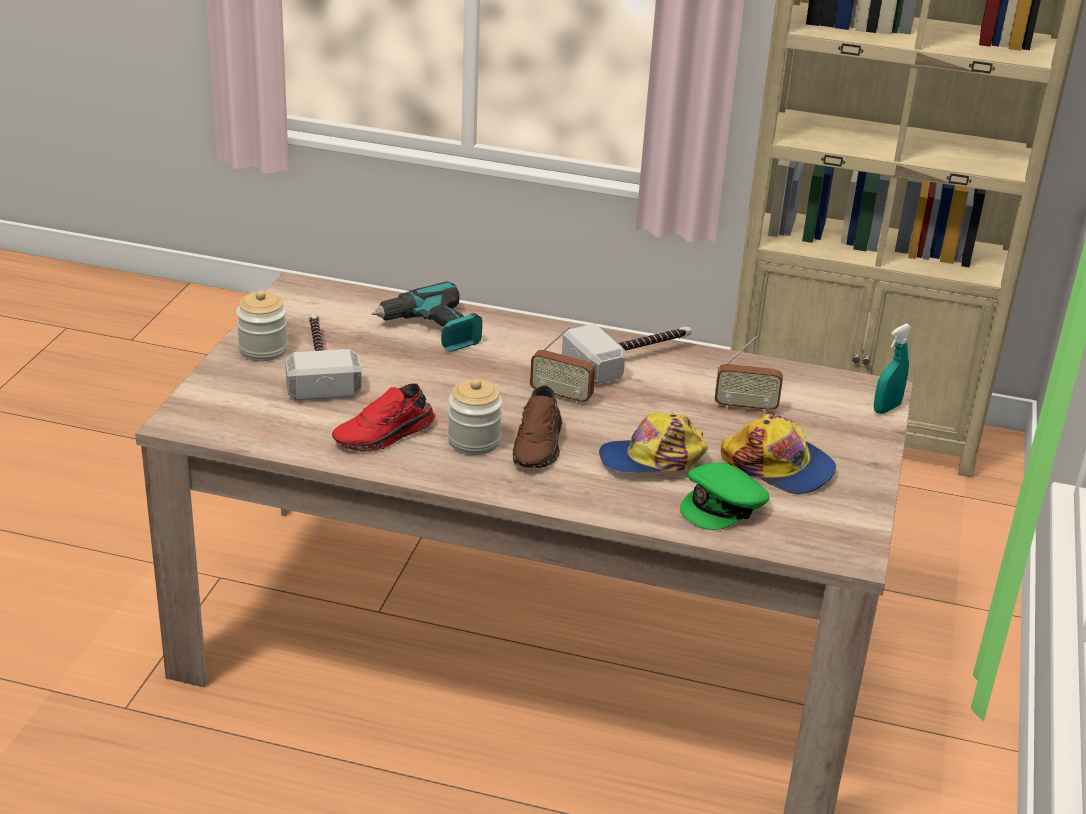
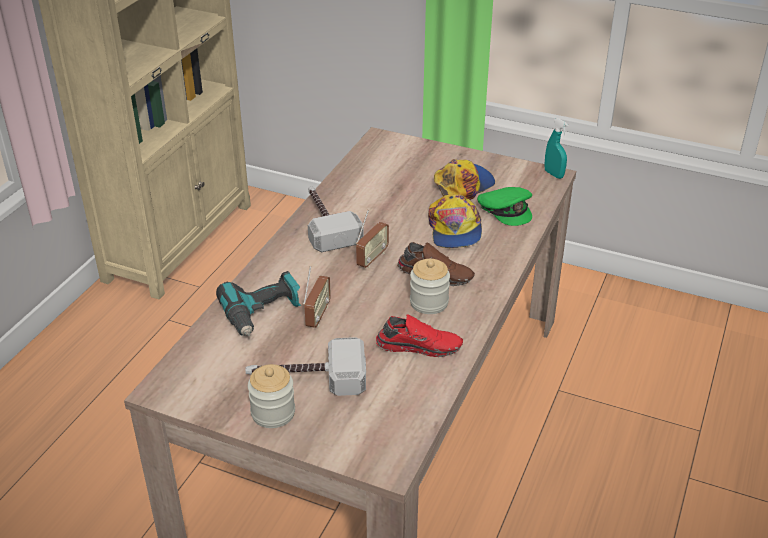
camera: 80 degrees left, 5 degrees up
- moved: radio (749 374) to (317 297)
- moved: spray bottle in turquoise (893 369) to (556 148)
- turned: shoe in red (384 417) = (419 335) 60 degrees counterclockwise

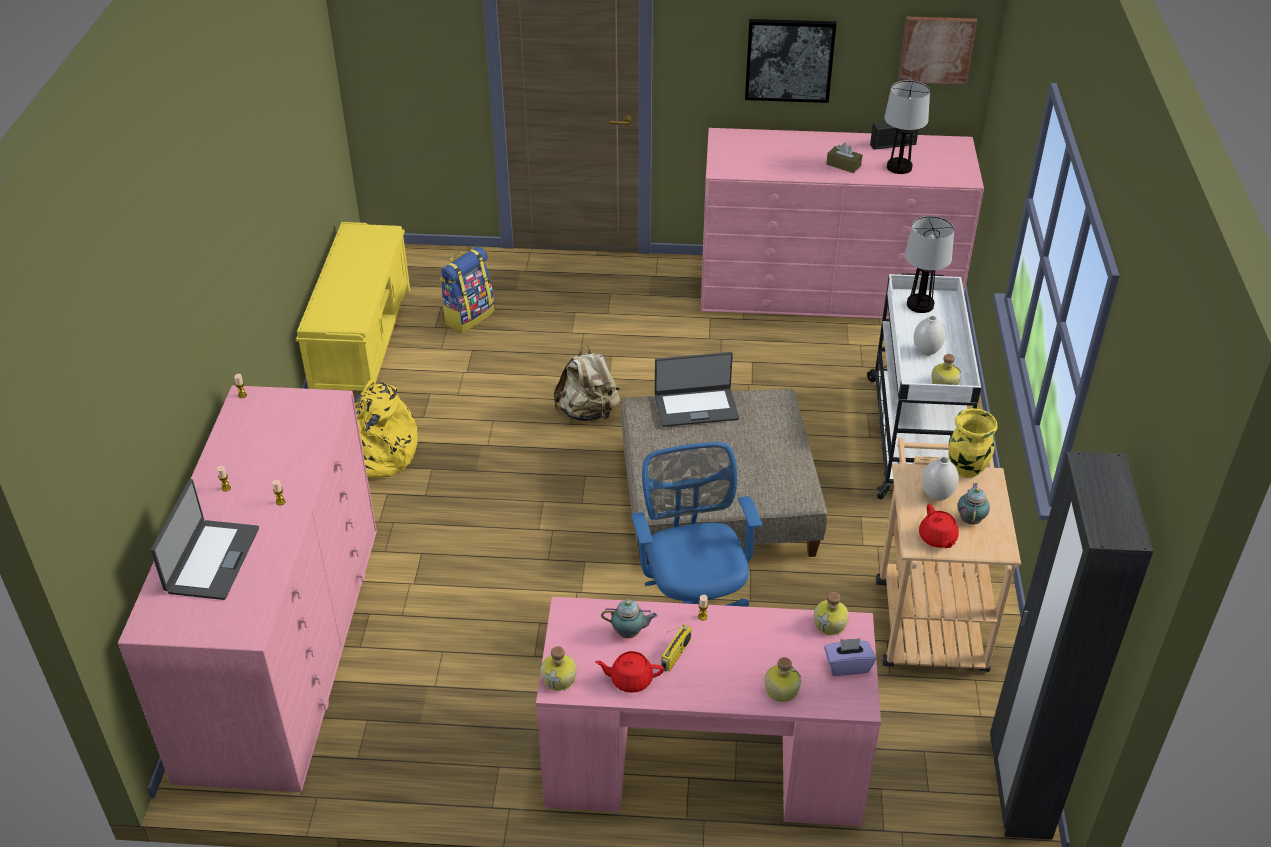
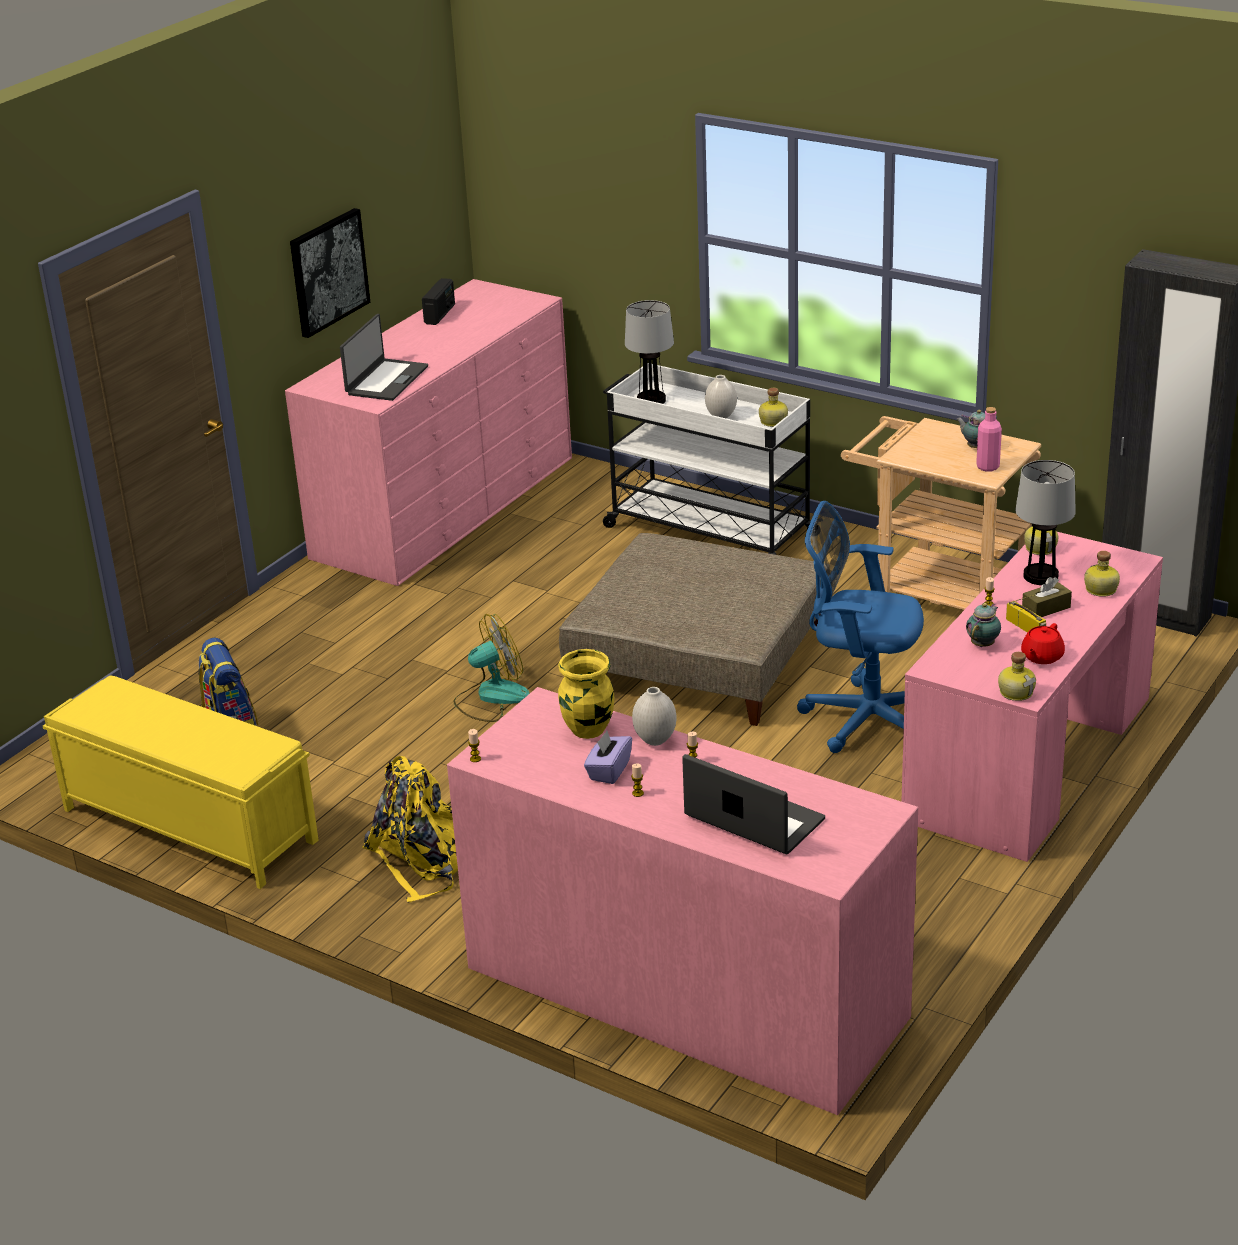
camera: 60 degrees left, 10 degrees down
- removed: picture (937 51)
- moved: laptop (697 389) to (384 357)
- moved: tissue box in purple (850 657) to (608 757)
- moved: tissue box in brown (844 158) to (1047 597)
- moved: table lamp (907 127) to (1045 522)
- moved: vase in white (940 479) to (654 716)
- moved: vase in yellow (972 443) to (586 694)
- replaced: backpack in beige (587 383) to fan (491 668)
- replaced: teapot in red (939 526) to bottle in pink (989 439)

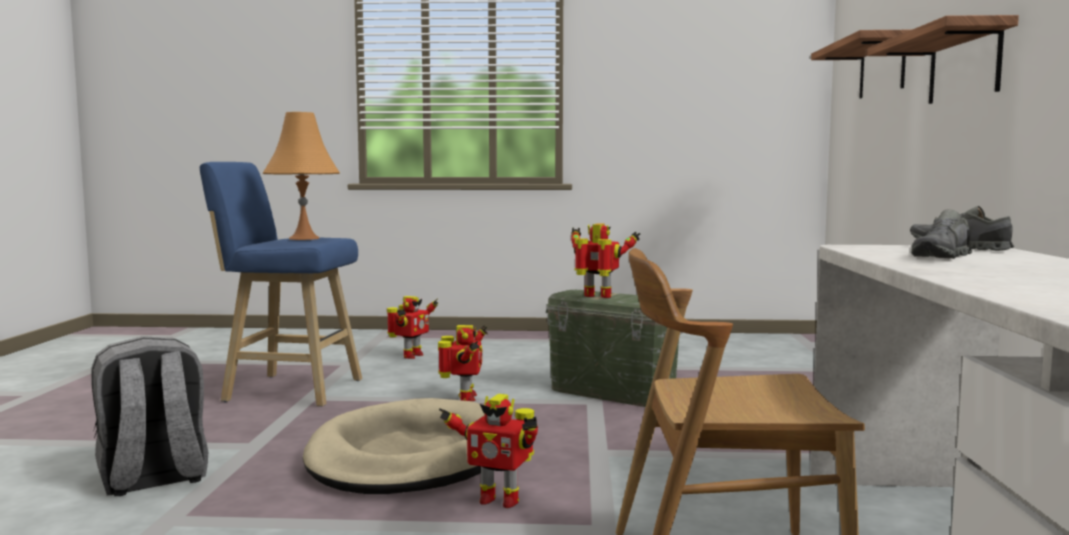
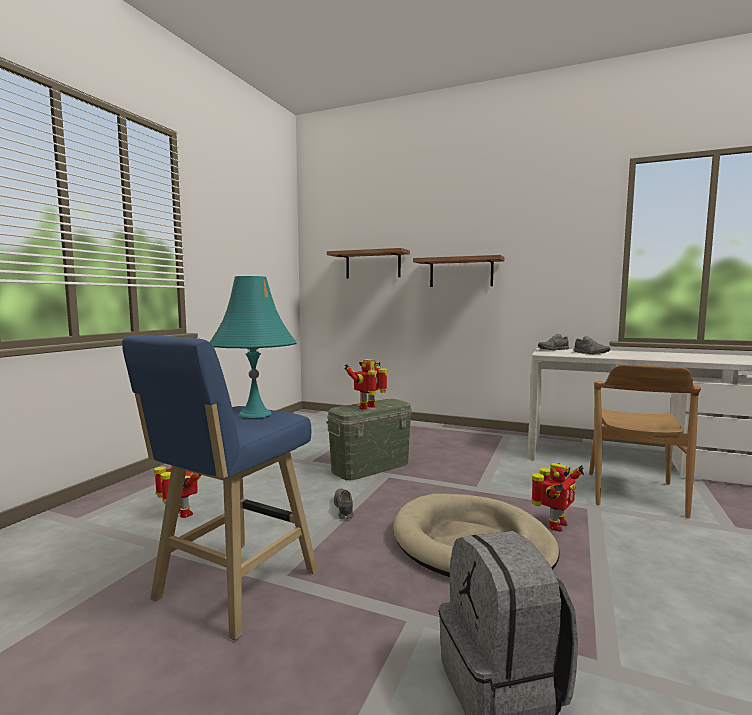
camera: 70 degrees left, 0 degrees up
- replaced: toy robot (463 363) to shoe in grey (344 504)
- recoloured: table lamp in orange (301 176) to table lamp in turquoise (253 347)

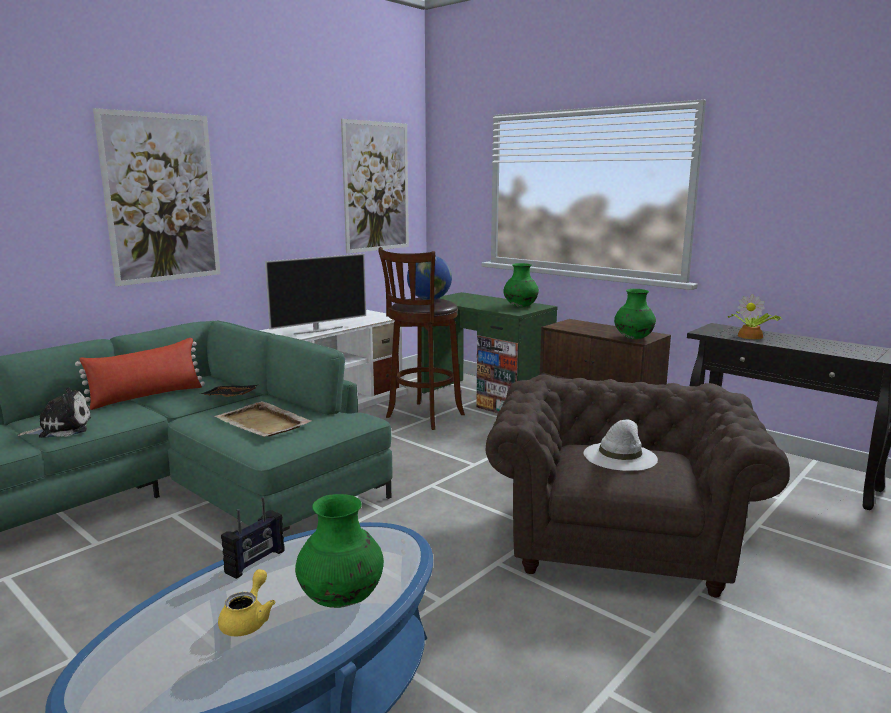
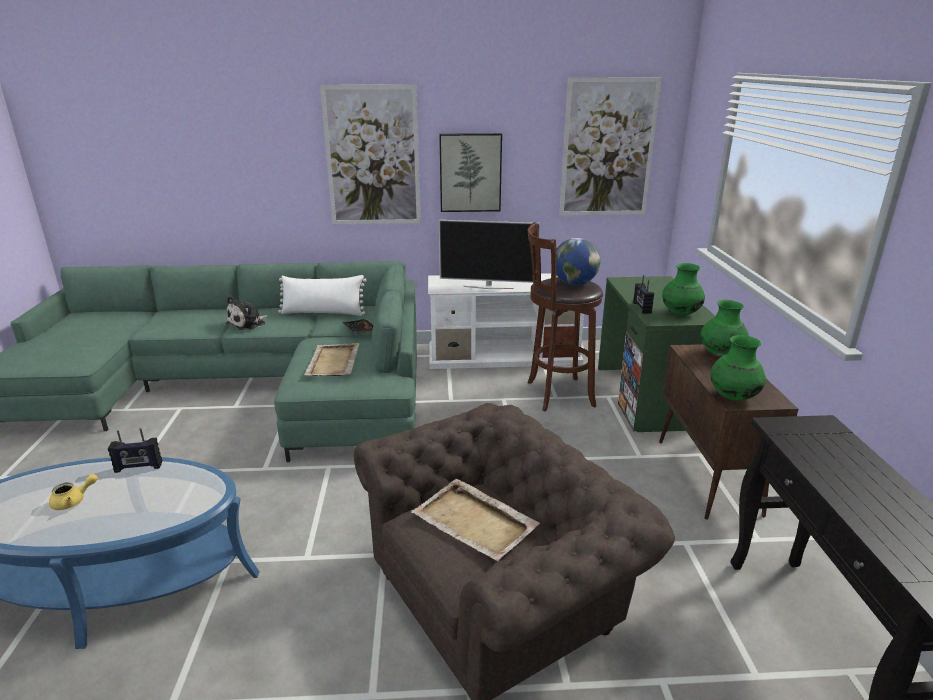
camera: 45 degrees right, 10 degrees up
- removed: potted plant (755 316)
- added: picture (470 172)
- added: radio (643 294)
- moved: vase in green (339 551) to (725 328)
- replaced: hat in white (621 445) to tray in beige (475 520)
- recoloured: pillow in red (140 374) to pillow in white (322 295)
- turned: plush toy (54 412) = (247 313) 105 degrees clockwise

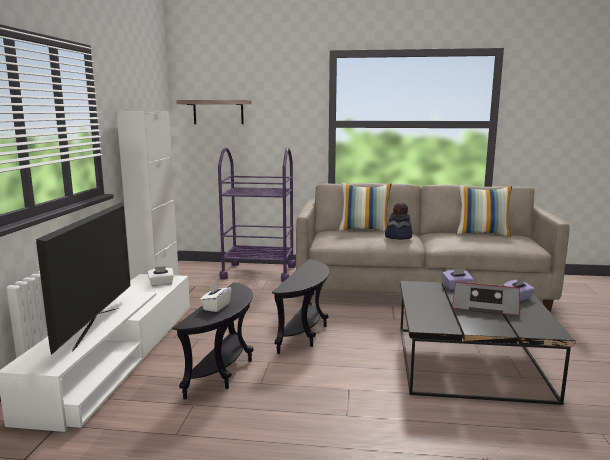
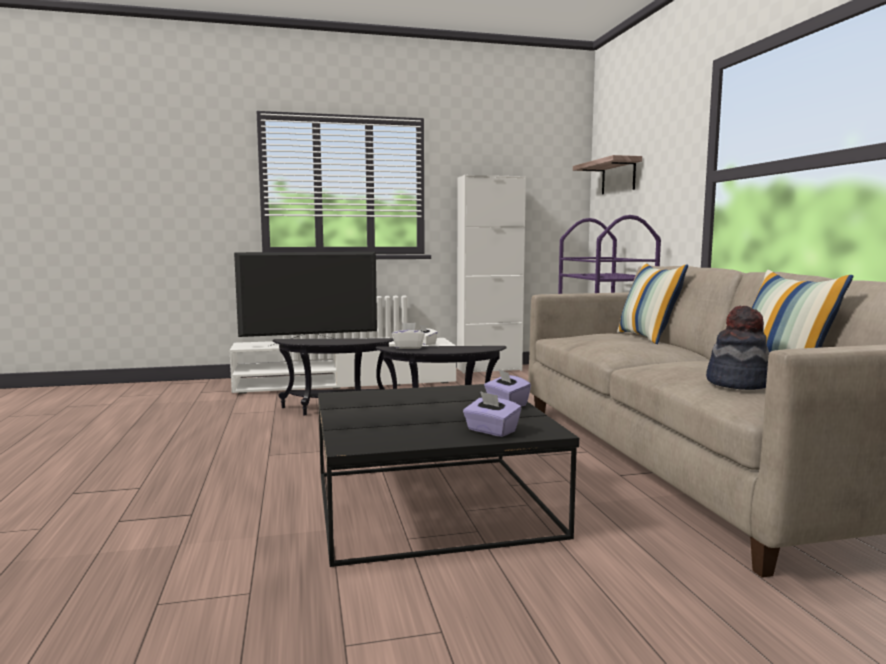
camera: 70 degrees right, 5 degrees down
- removed: radio (486 298)
- moved: tissue box in white (216 297) to (408 336)
- moved: hat (398 221) to (737 348)

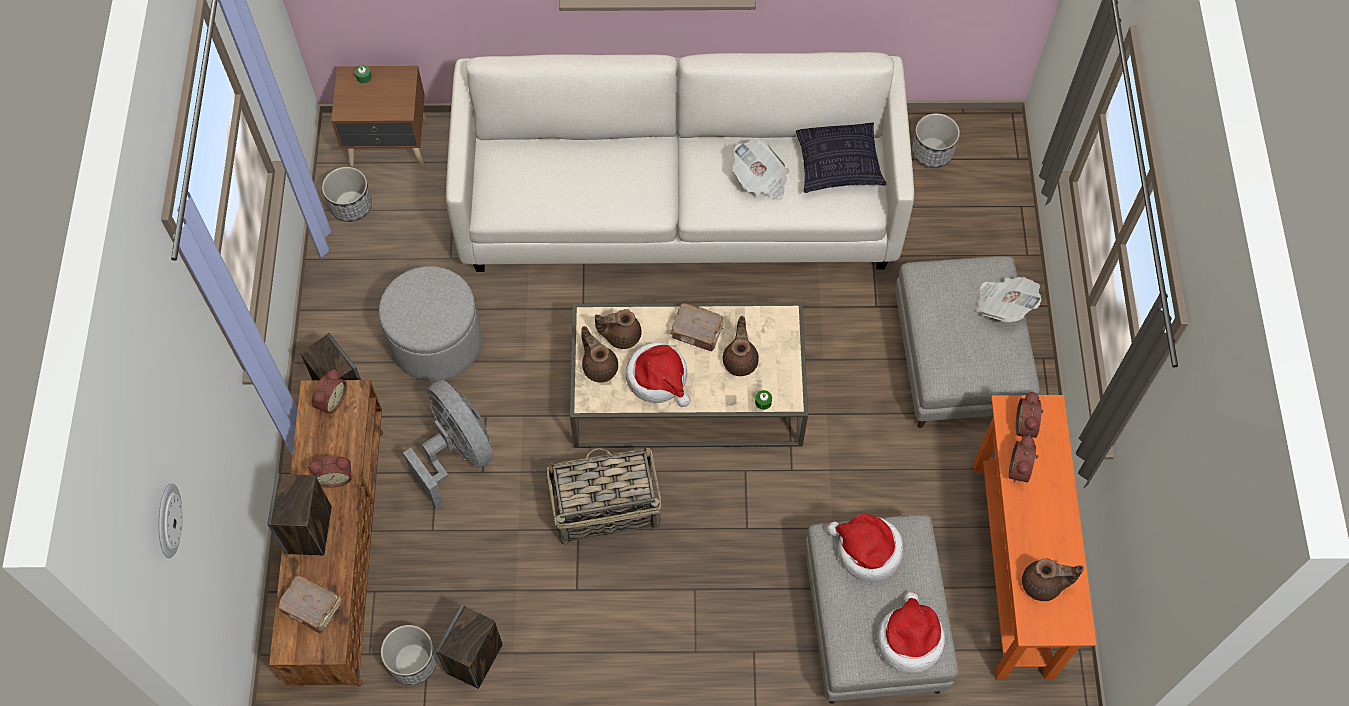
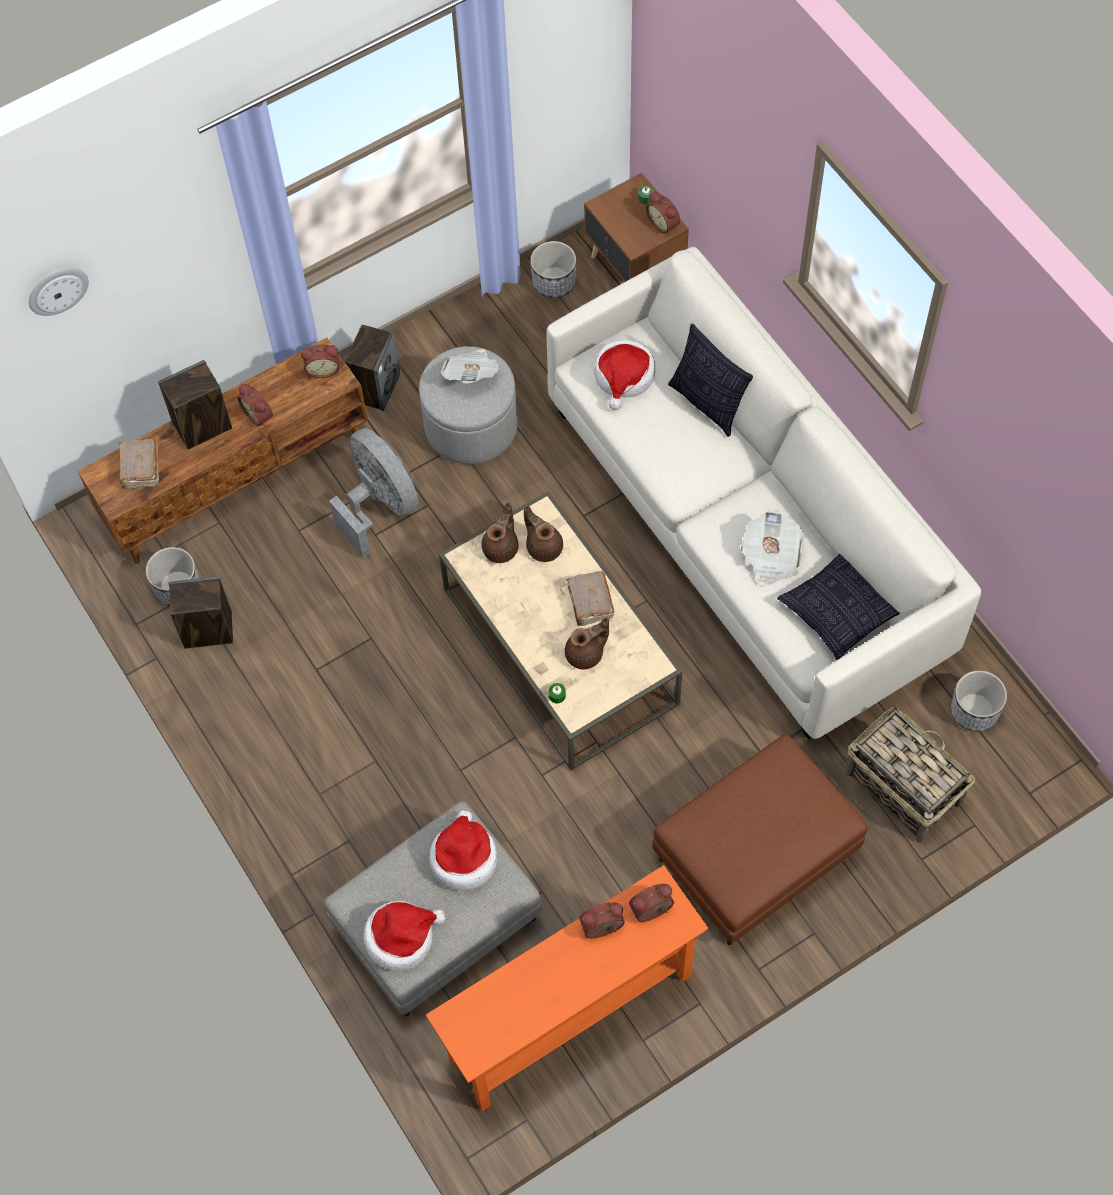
camera: 60 degrees right, 0 degrees up
- removed: teapot in brown (1053 579)
- added: alarm clock (663 213)
- added: pillow (710 380)
- moved: basket (603 496) to (910 774)
- moved: hat (658 374) to (625 375)
- moved: newspaper (1009 299) to (470 366)
- recoloured: ottoman in grey (967 342) to ottoman in brown (760 839)
- turned: fan in grey (448 444) = (373 493) 60 degrees counterclockwise

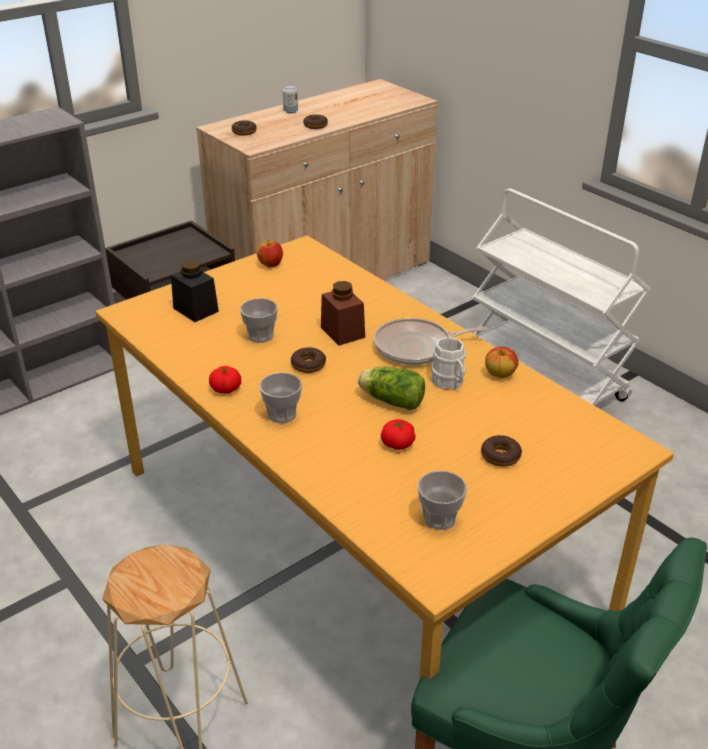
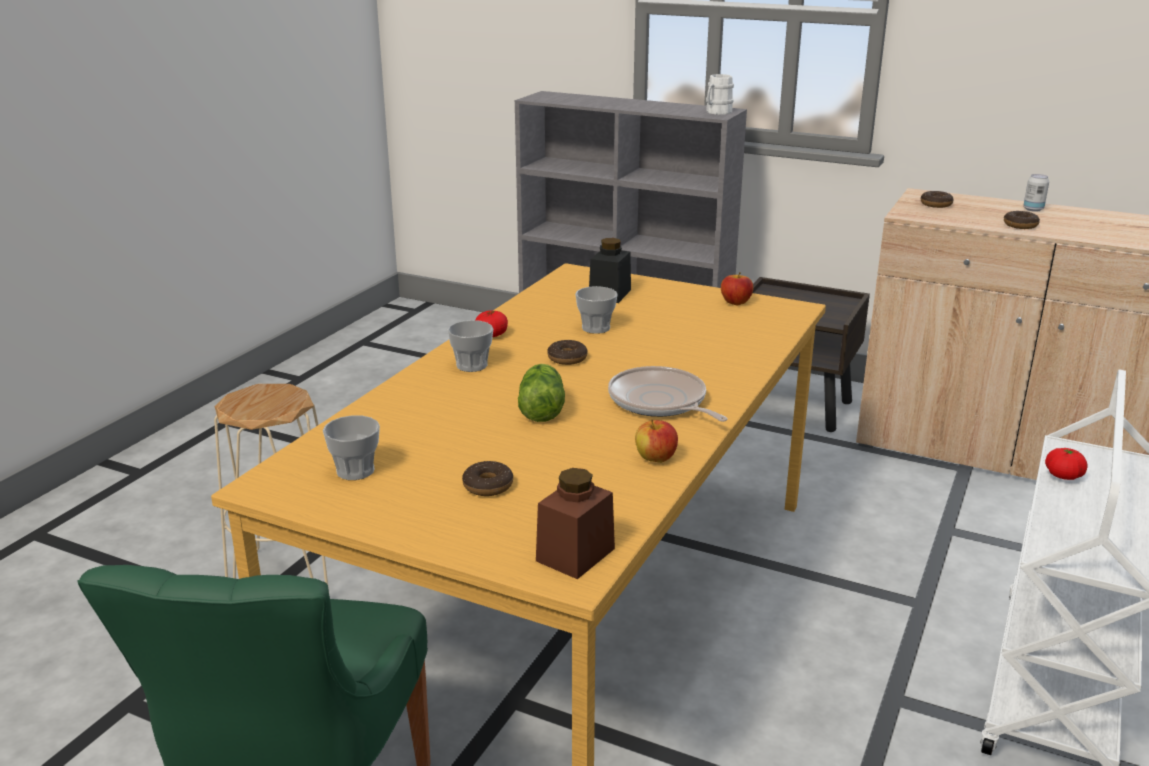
camera: 65 degrees right, 10 degrees down
- moved: jar in brown (343 313) to (575 523)
- moved: tomato (398 434) to (1066 464)
- moved: mug in white (448 363) to (720 94)

